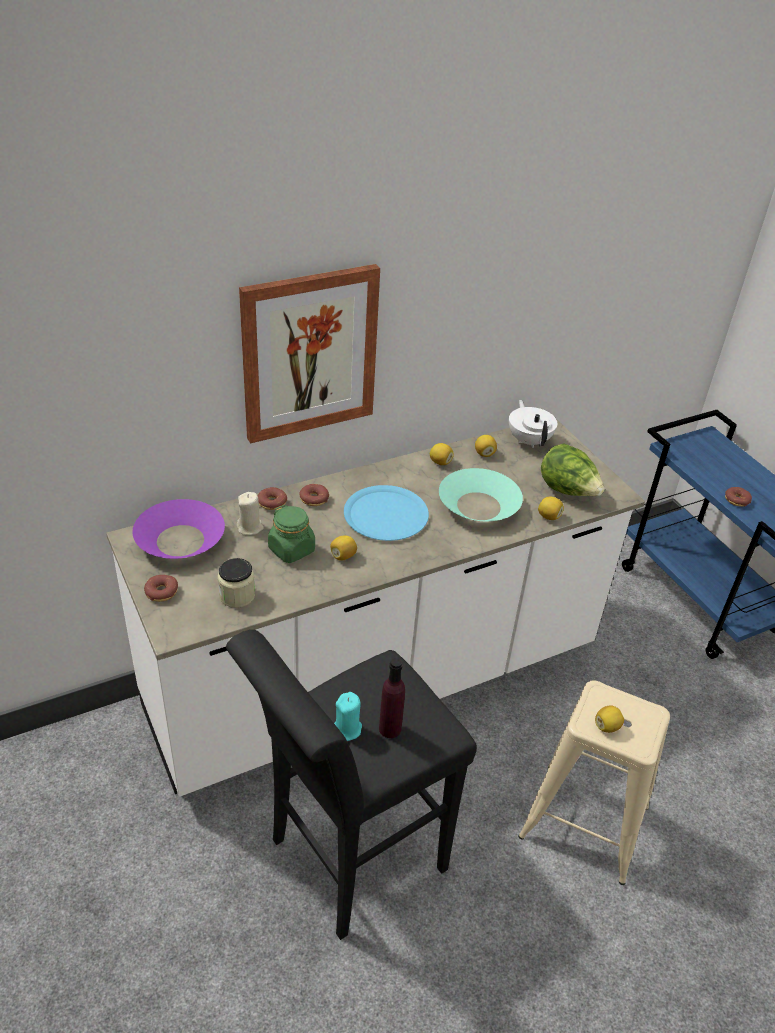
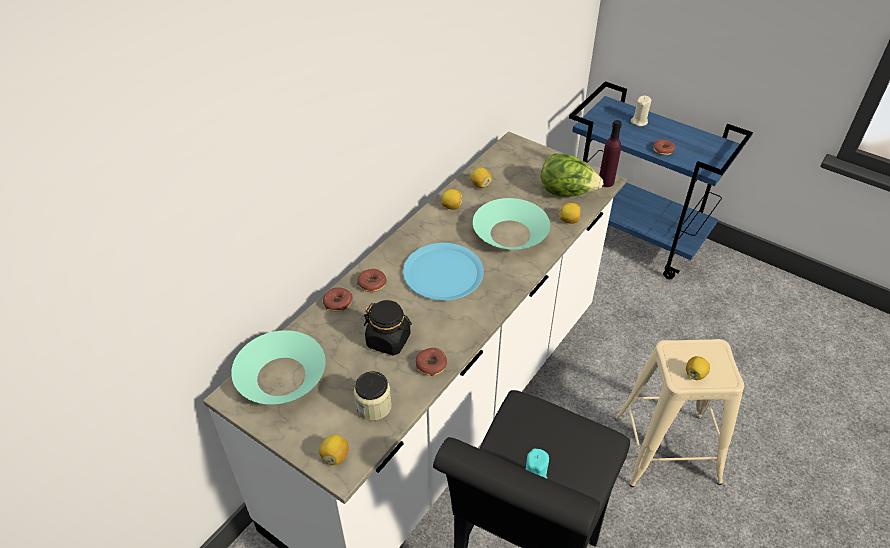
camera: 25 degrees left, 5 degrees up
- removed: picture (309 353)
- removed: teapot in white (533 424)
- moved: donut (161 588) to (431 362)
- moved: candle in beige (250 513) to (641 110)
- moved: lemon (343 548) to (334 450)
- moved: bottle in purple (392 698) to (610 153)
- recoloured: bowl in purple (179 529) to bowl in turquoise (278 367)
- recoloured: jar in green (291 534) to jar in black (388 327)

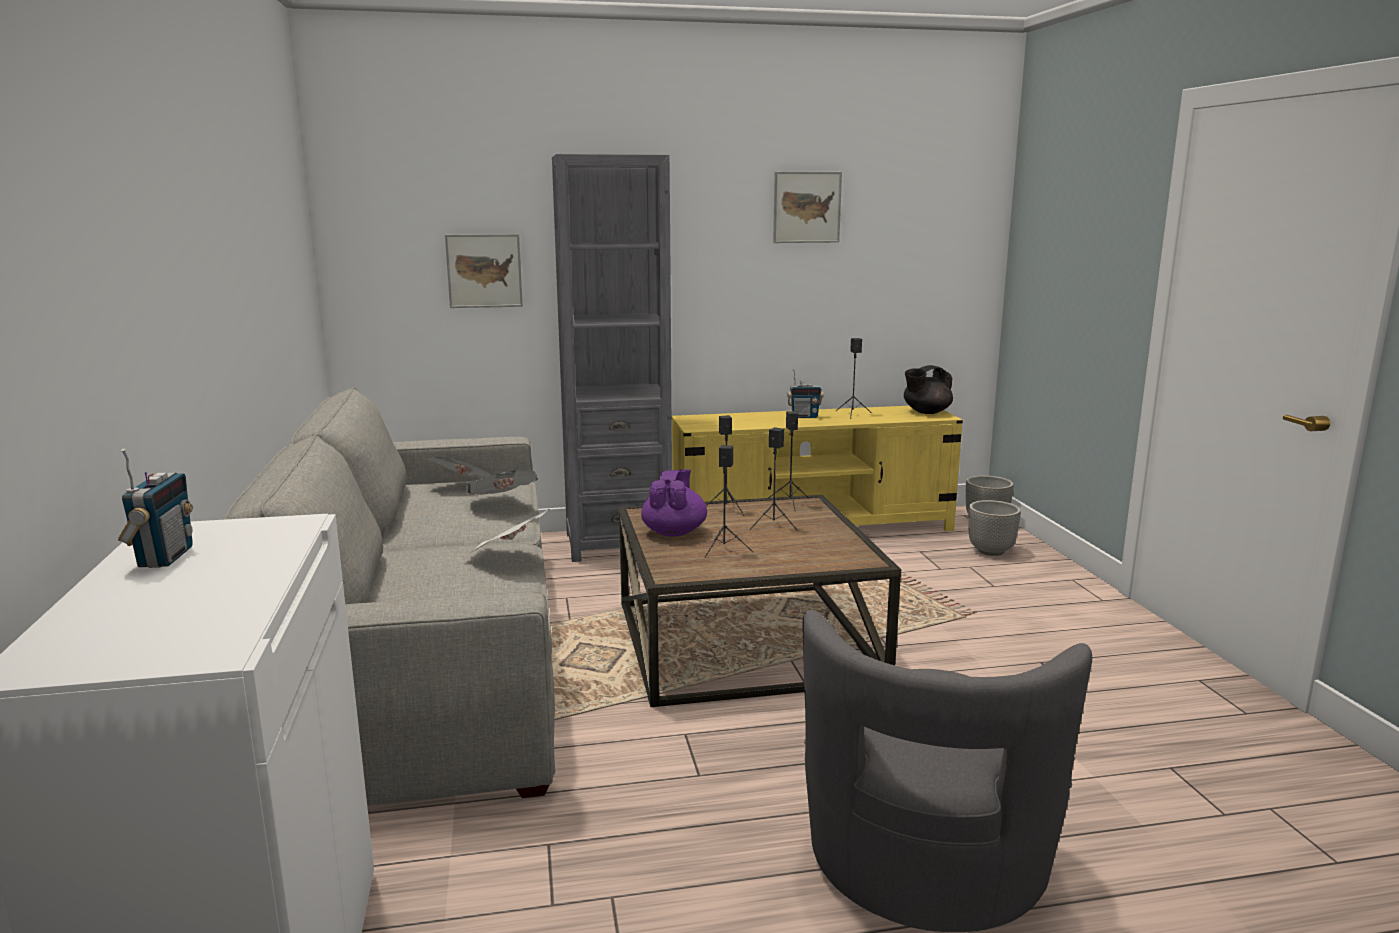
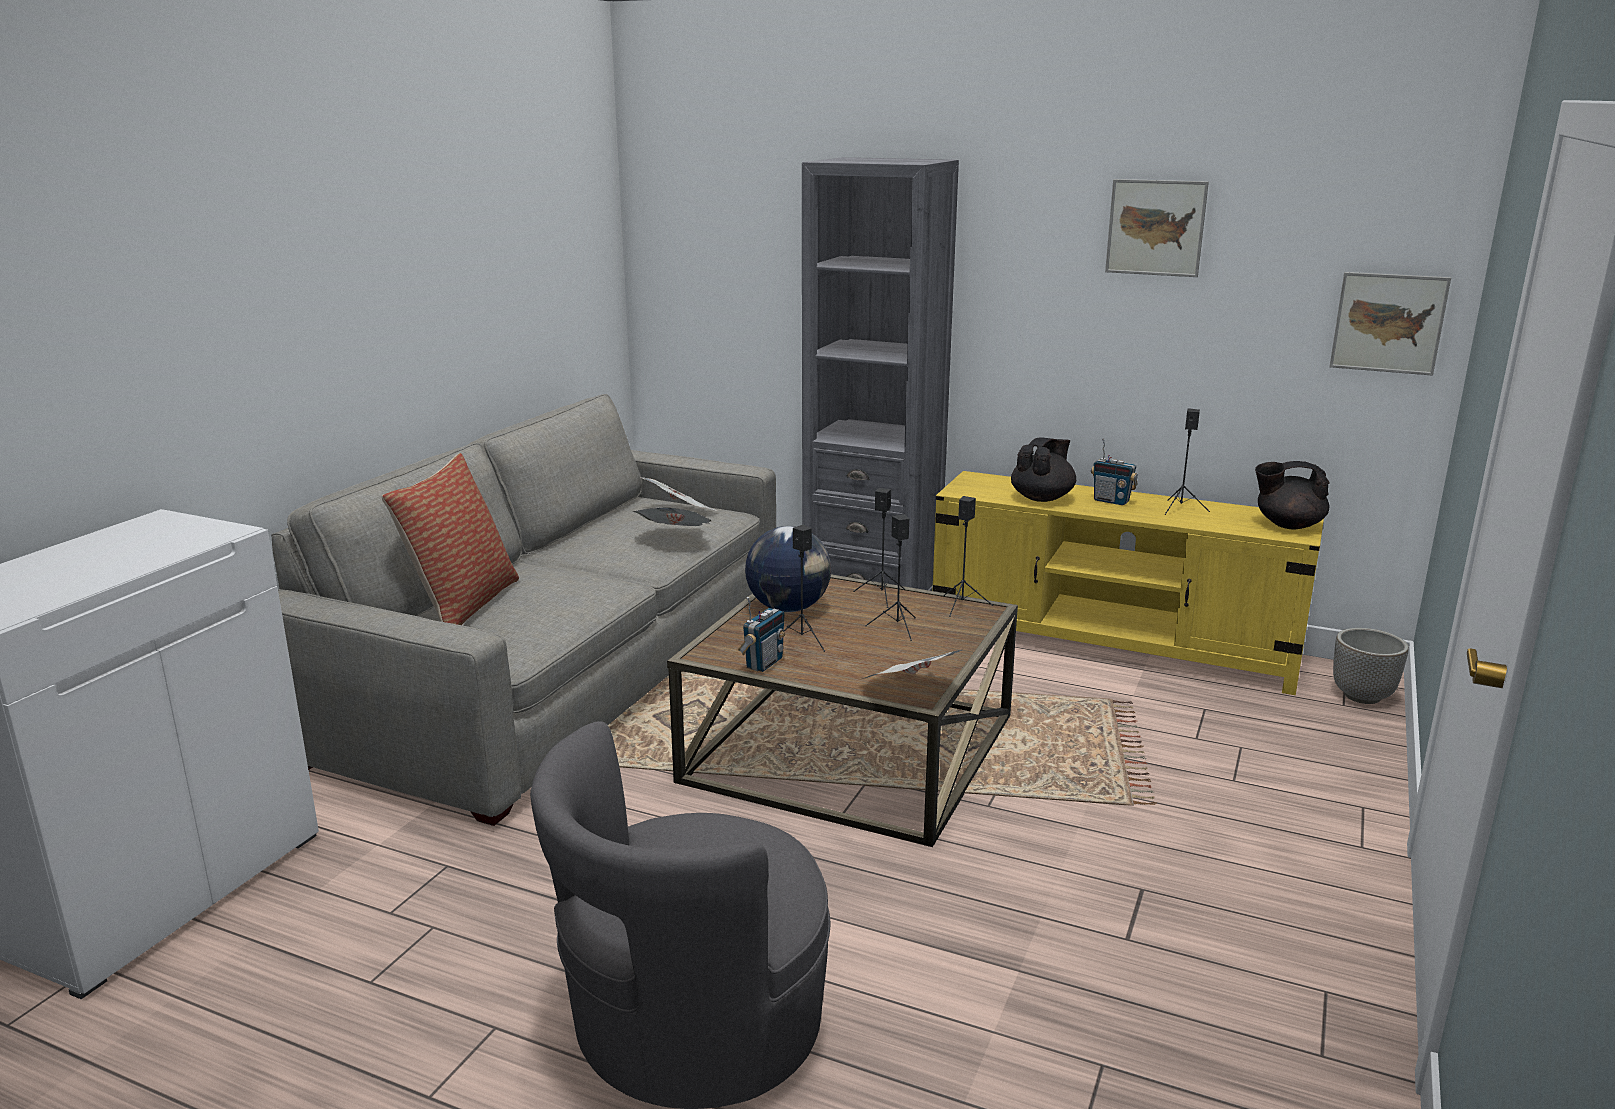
camera: 35 degrees right, 5 degrees up
- removed: planter (994 528)
- added: pillow (450 539)
- added: teapot in black (1043 469)
- moved: radio (155 508) to (761 634)
- moved: picture (484 271) to (1390 324)
- moved: newspaper (510 531) to (910 665)
- replaced: teapot in purple (674 502) to globe (788 569)

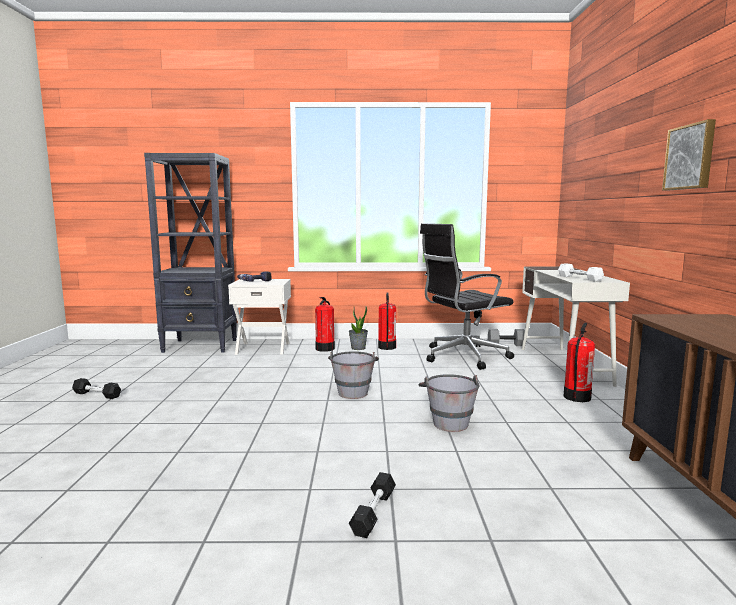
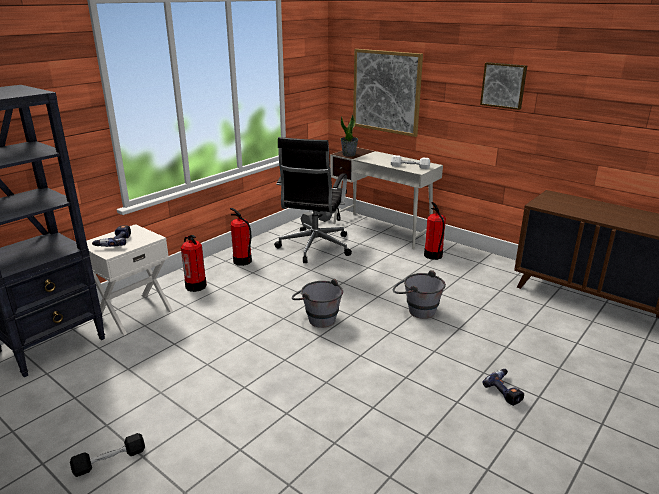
camera: 50 degrees left, 15 degrees up
- added: picture (388 93)
- moved: potted plant (358 328) to (349 135)
- replaced: dumbbell in black (372 505) to power drill (503 387)

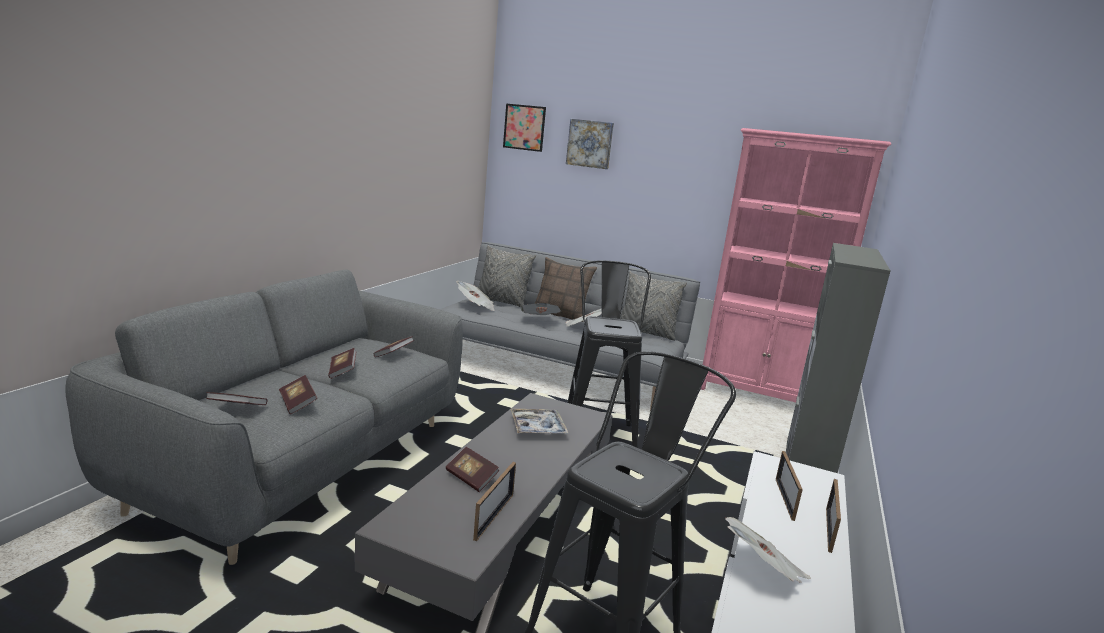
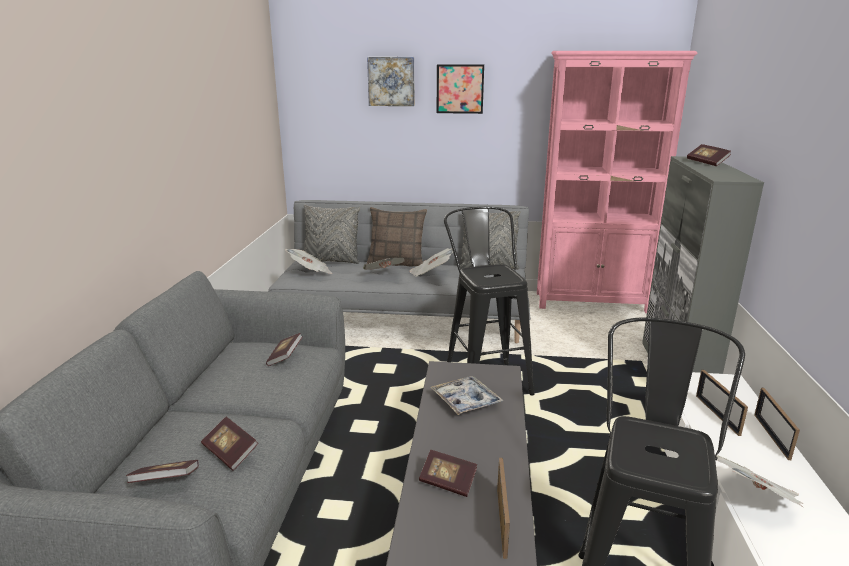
camera: 15 degrees left, 5 degrees up
- moved: book (342 363) to (709 155)
- moved: picture (524 128) to (460 89)

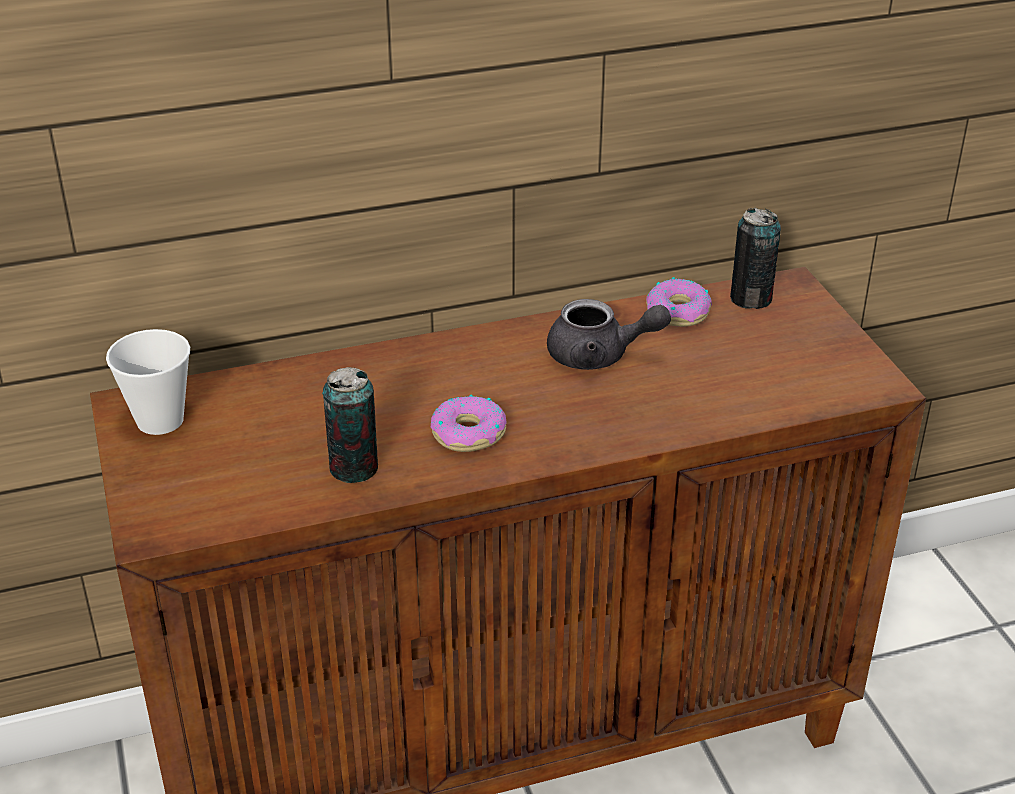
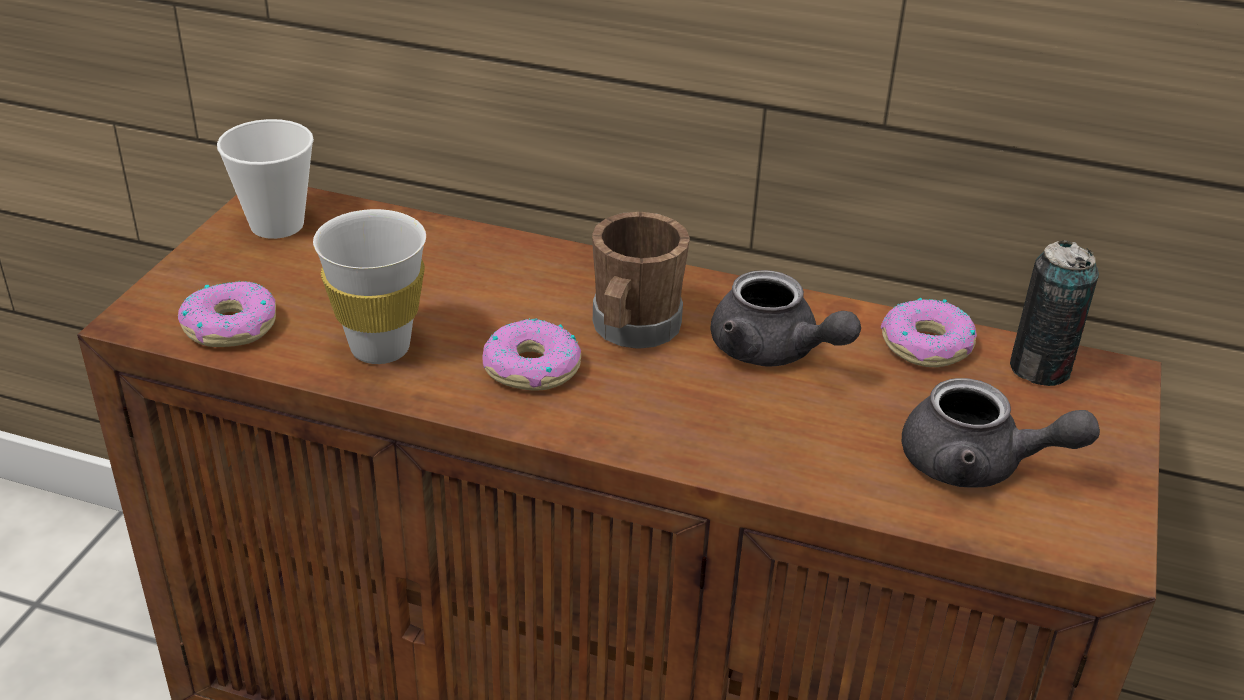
camera: 35 degrees right, 0 degrees up
- added: donut (227 314)
- added: mug in brown (641 280)
- added: teapot in grey (1001 433)
- replaced: can (350 425) to cup in white (369 286)

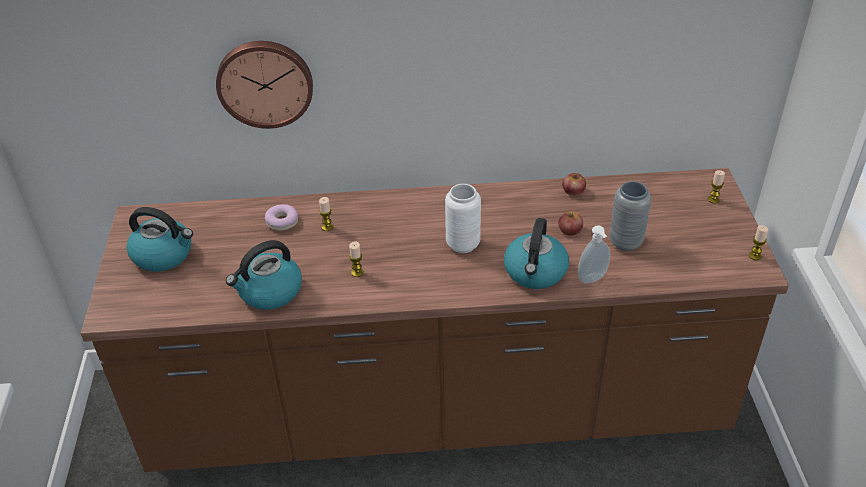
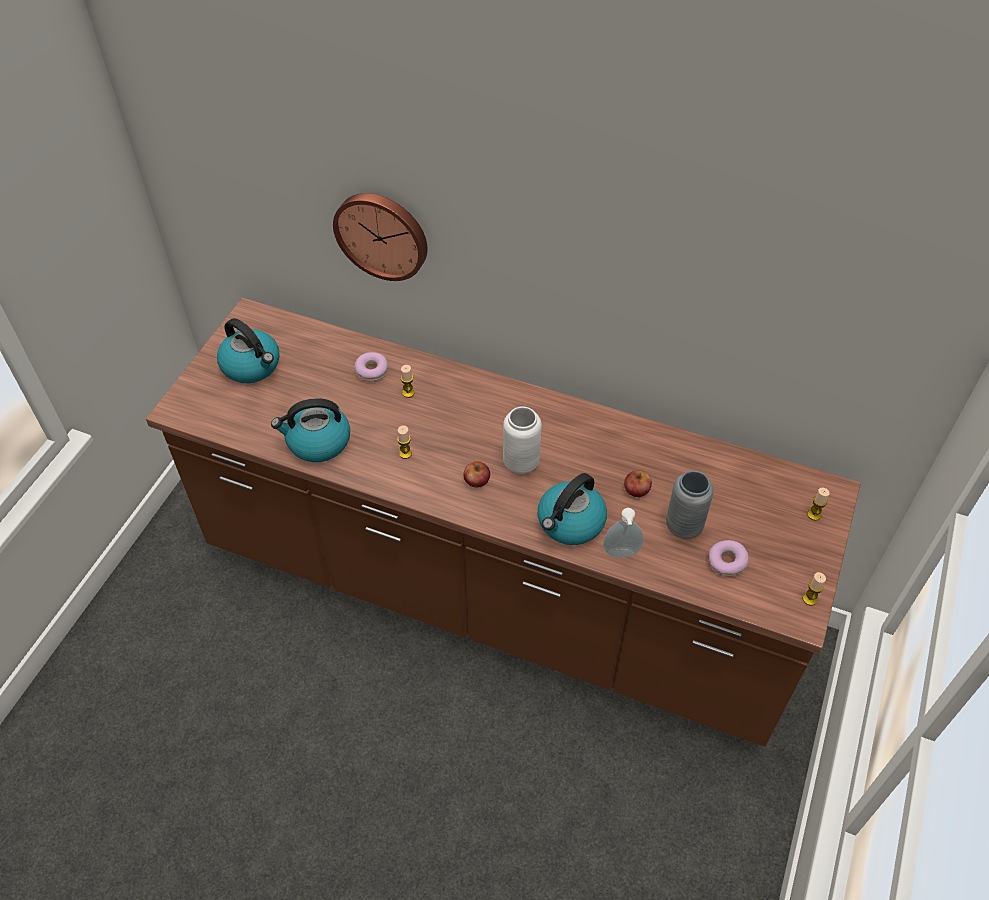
camera: 25 degrees right, 10 degrees up
- added: donut (729 558)
- moved: apple (574 184) to (477 474)

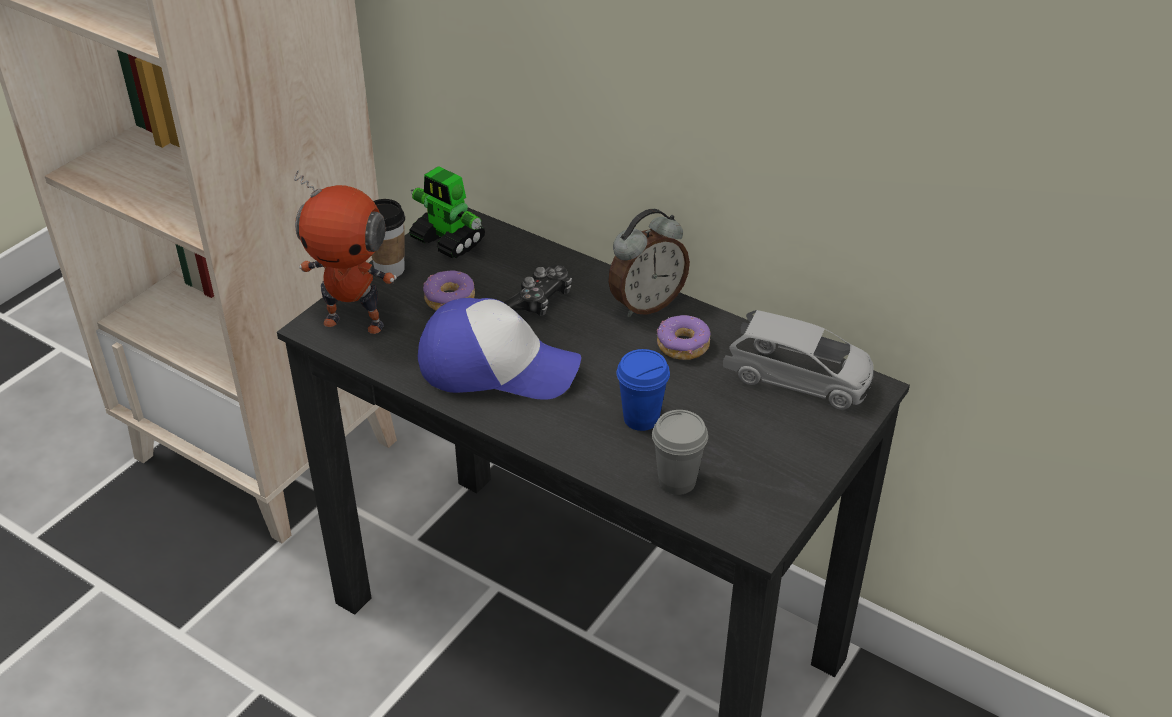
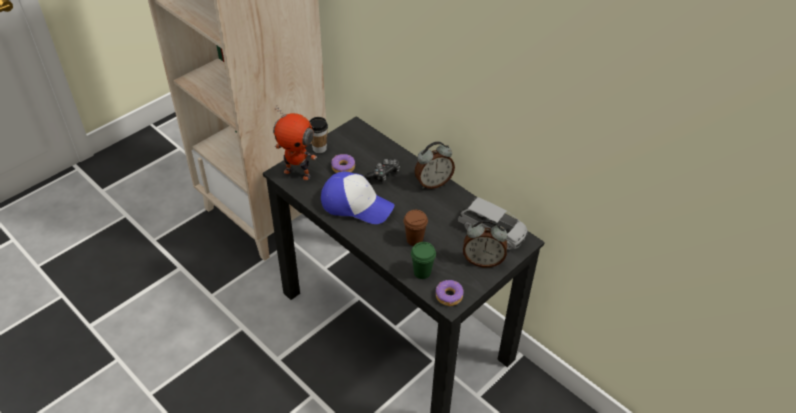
camera: 10 degrees right, 5 degrees up
- removed: toy robot (447 212)
- added: alarm clock (485 243)
- moved: donut (684 337) to (450 293)
- recoloured: cup in blue (643 390) to cup in brown (415 228)
- recoloured: cup in grey (680 452) to cup in green (423 260)

